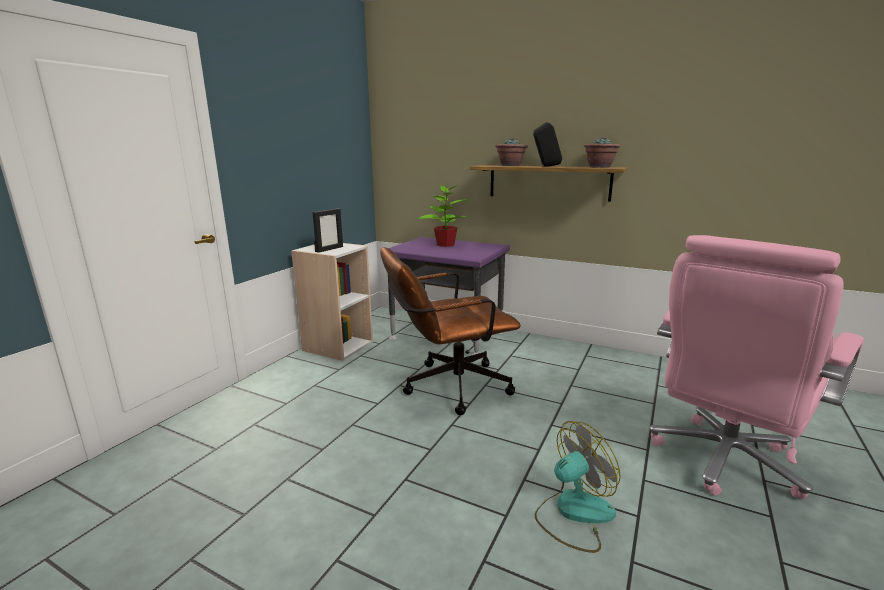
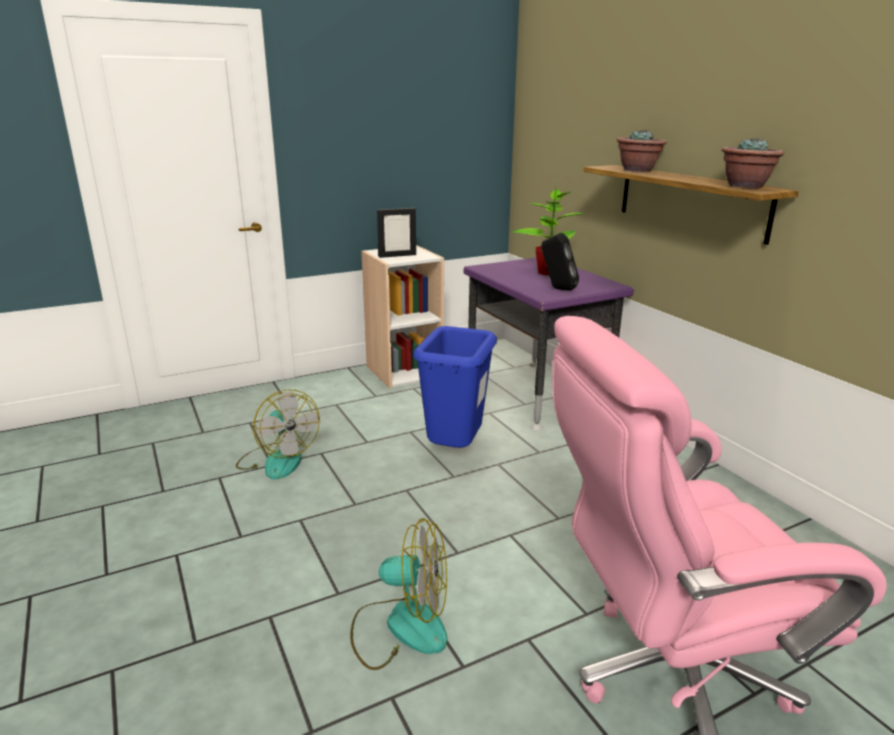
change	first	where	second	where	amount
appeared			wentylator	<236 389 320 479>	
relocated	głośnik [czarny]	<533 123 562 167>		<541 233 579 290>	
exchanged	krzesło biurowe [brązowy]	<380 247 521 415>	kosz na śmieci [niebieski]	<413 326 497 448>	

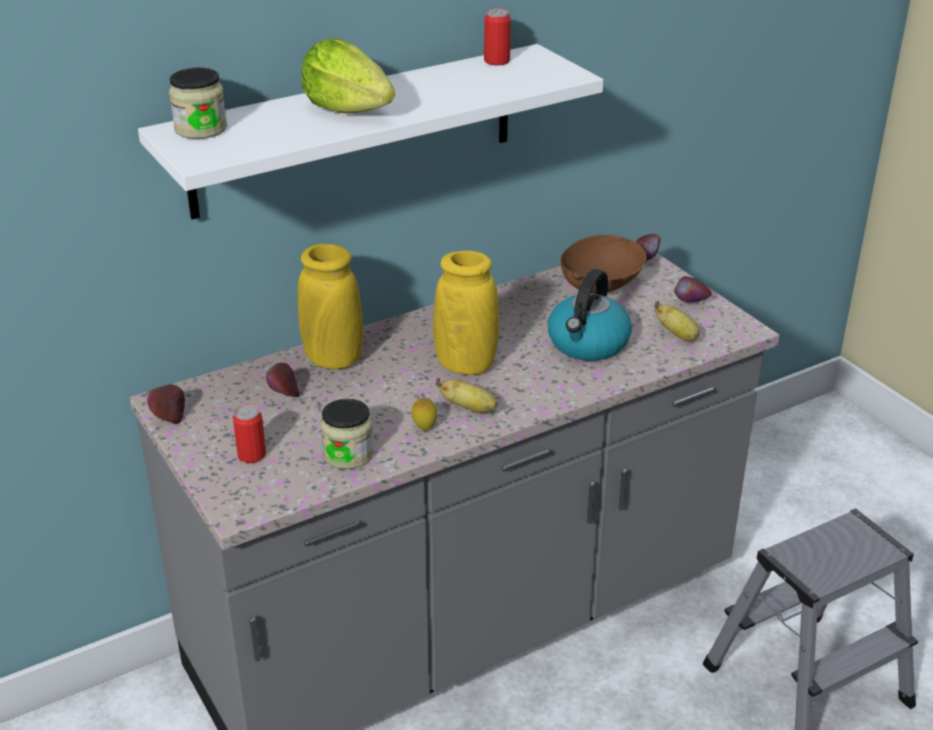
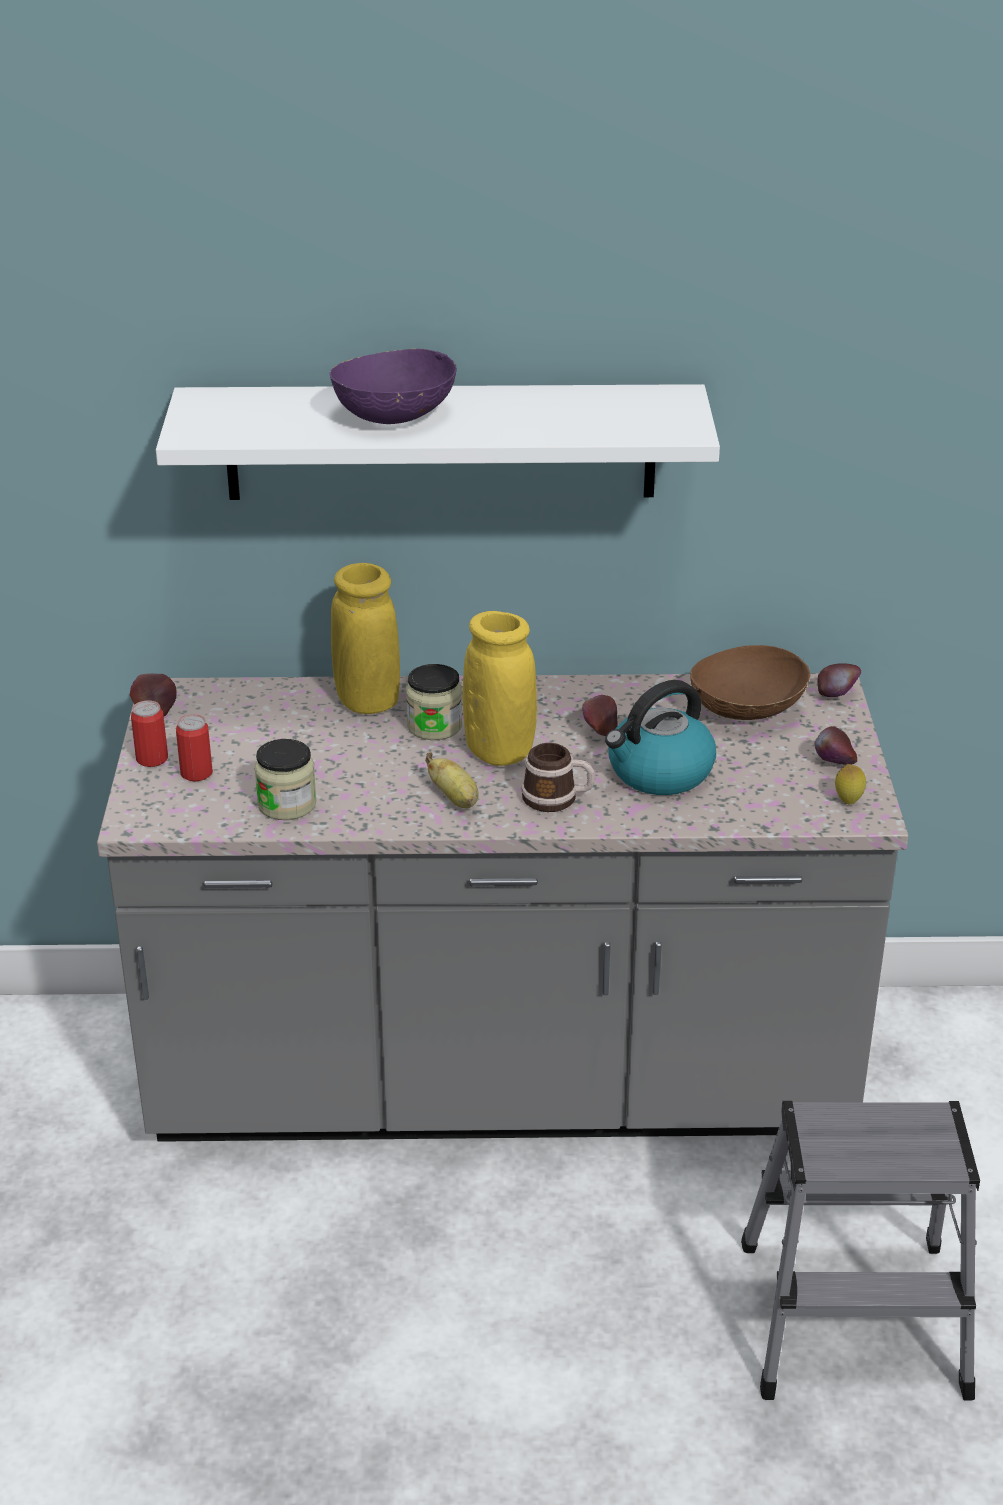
change	first	where	second	where	amount
missing	banan	<654 301 700 342>			
appeared			kubek	<521 743 595 812>	
relocated	słoik	<169 68 227 139>		<406 664 462 740>	
relocated	jabłko	<266 363 299 397>		<582 695 618 736>	
relocated	cytryna	<412 398 437 431>		<835 764 866 805>	
relocated	puszka	<484 9 511 65>		<131 700 168 767>	
exchanged	sałata	<302 38 395 113>	miska [fioletowy]	<329 349 457 424>	

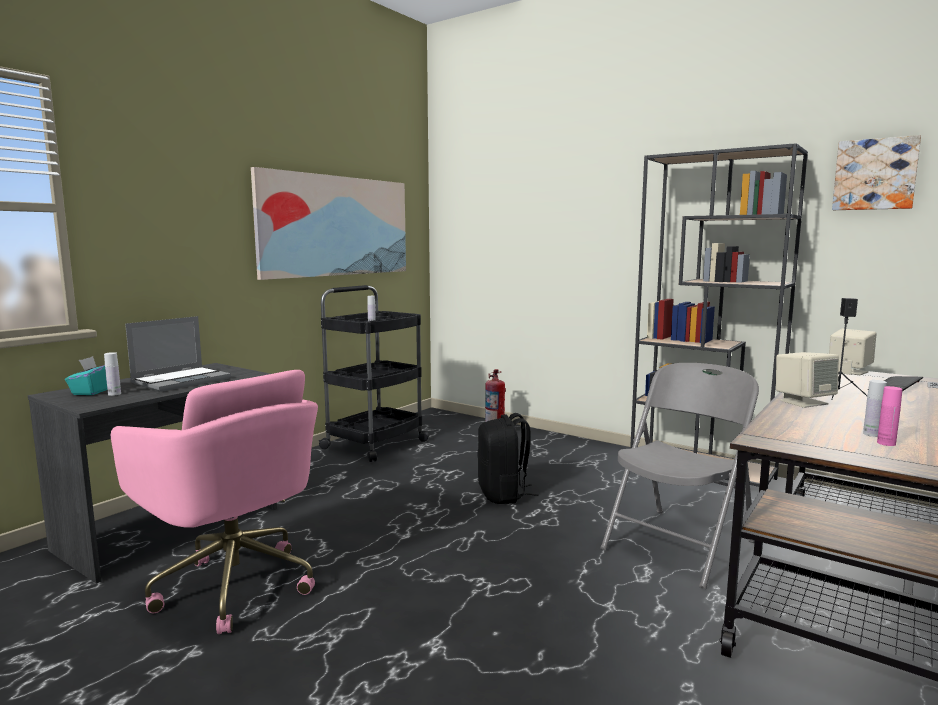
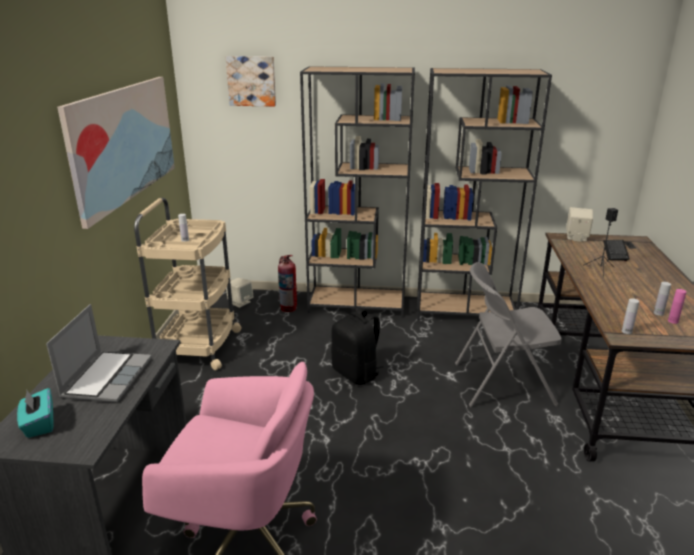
change	first	where	second	where	amount
appeared			regał	<300 66 415 318>	
relocated	butelka [biały]	<104 352 121 396>		<622 298 639 334>	
relocated	głośnik [beżowy]	<776 352 839 408>		<226 278 254 308>	
relocated	obraz	<832 135 921 210>		<226 56 276 107>	
colour	wózek [czarny]	<319 285 429 462>	wózek [beżowy]	<134 198 242 371>	
spun	krzesło [szary]	<600 363 759 590>		<455 262 562 408>	105 degrees counterclockwise

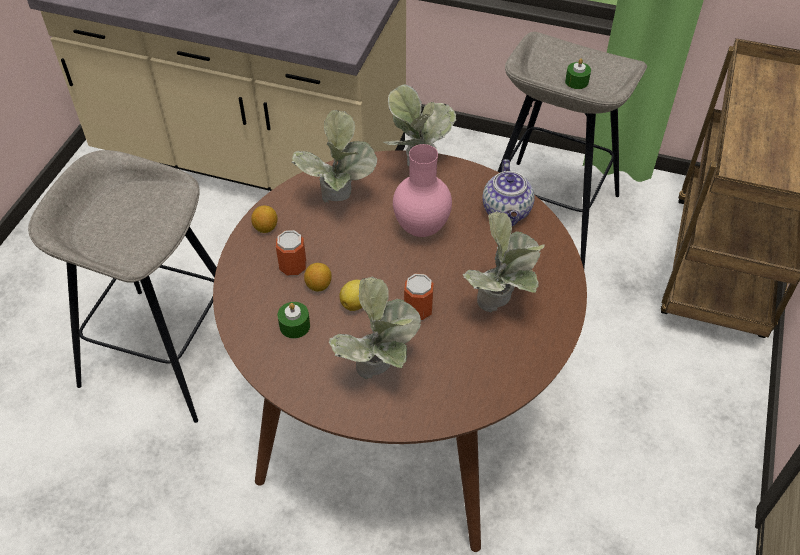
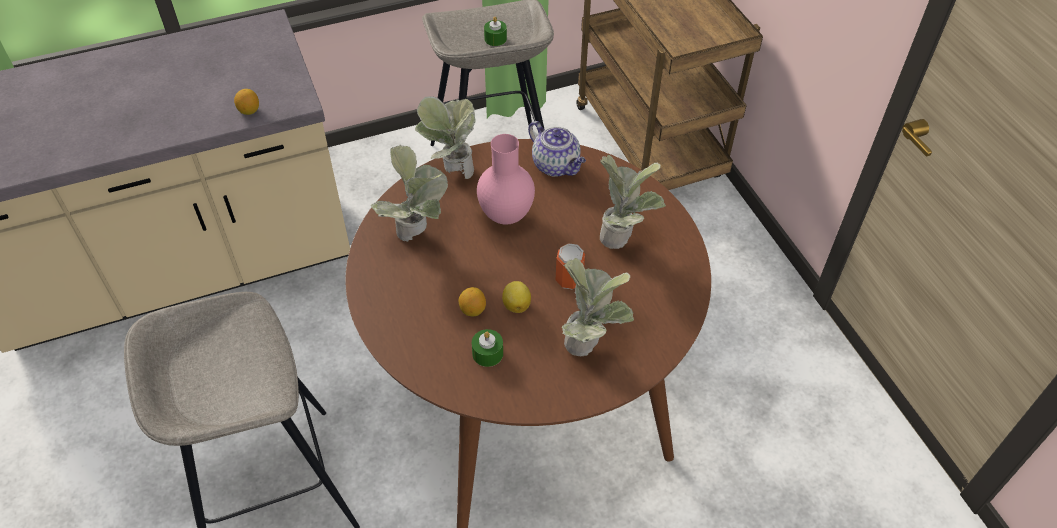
change	first	where	second	where	amount
missing	puszka	<276 230 306 276>			
relocated	cytryna	<251 206 277 233>		<234 89 259 115>	

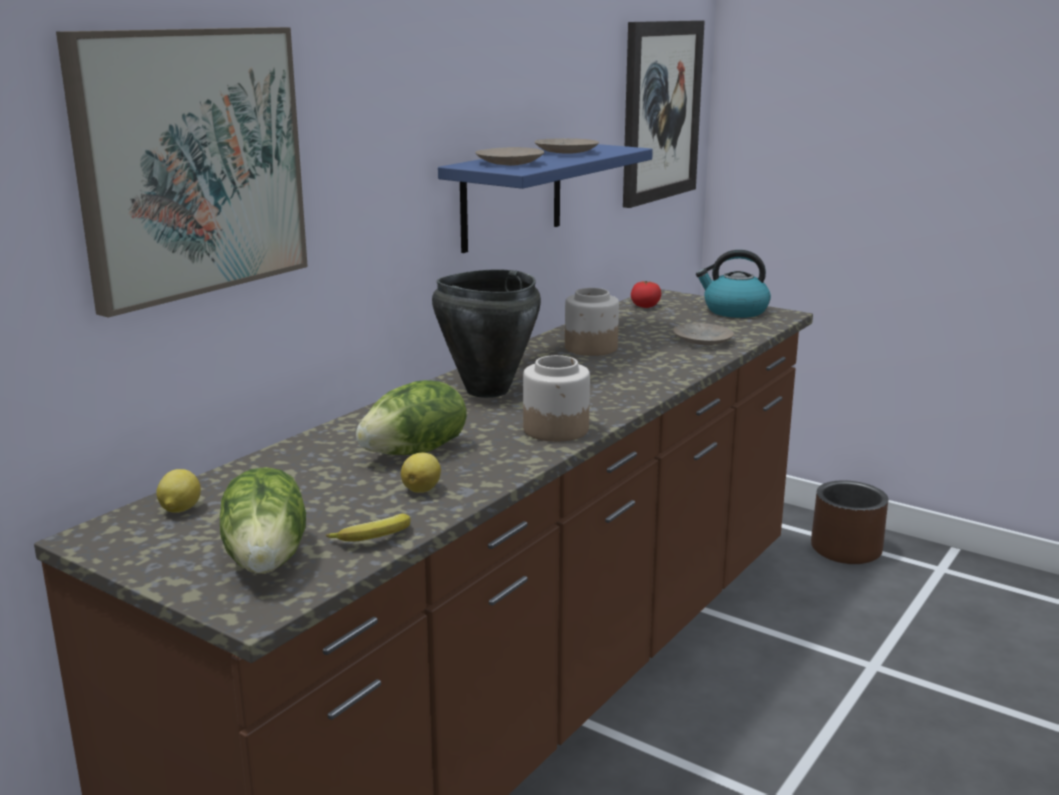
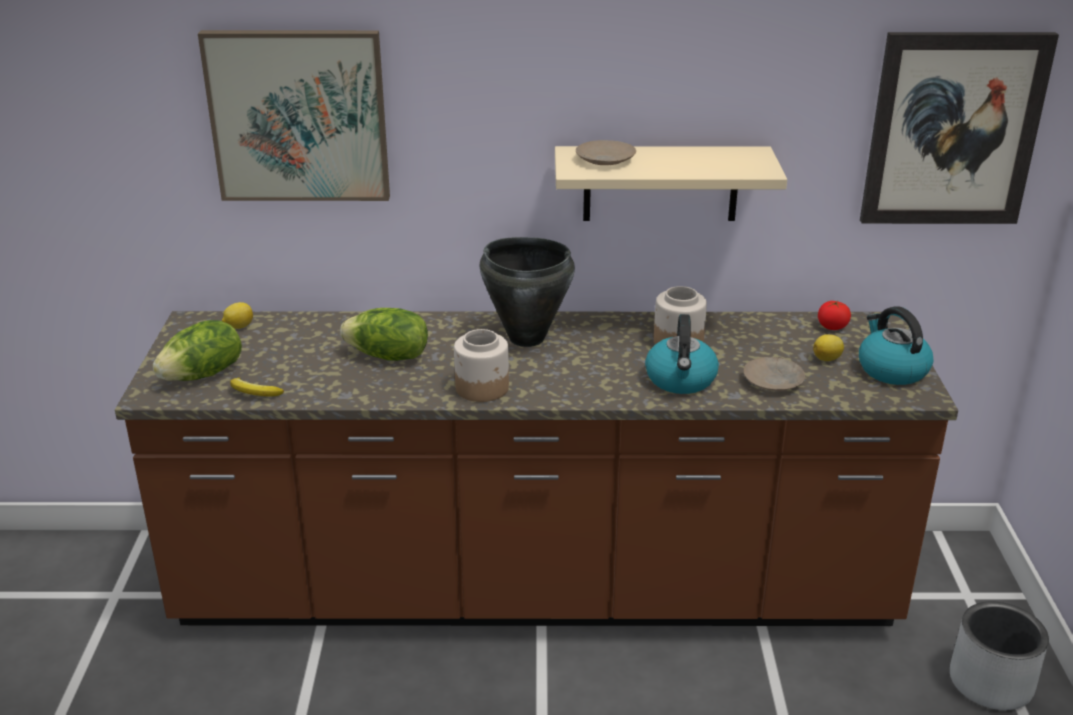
change	first	where	second	where	amount
missing	talerz [beżowy]	<535 138 599 154>			
appeared			czajnik	<645 314 719 394>	
relocated	cytryna	<401 453 441 493>		<813 334 844 361>	
colour	półka [niebieski]	<438 144 653 253>	półka [beżowy]	<555 146 787 221>	
colour	donica [brązowy]	<811 481 888 564>	donica [szary]	<950 602 1049 710>	

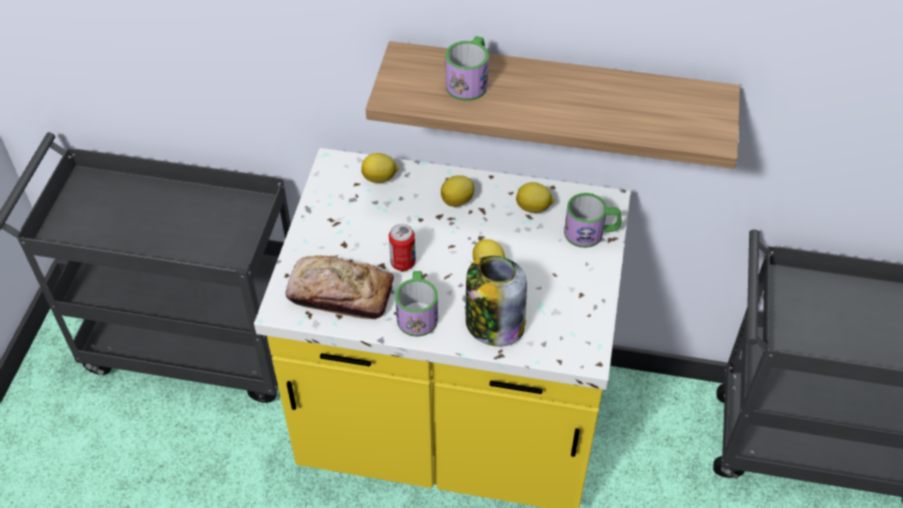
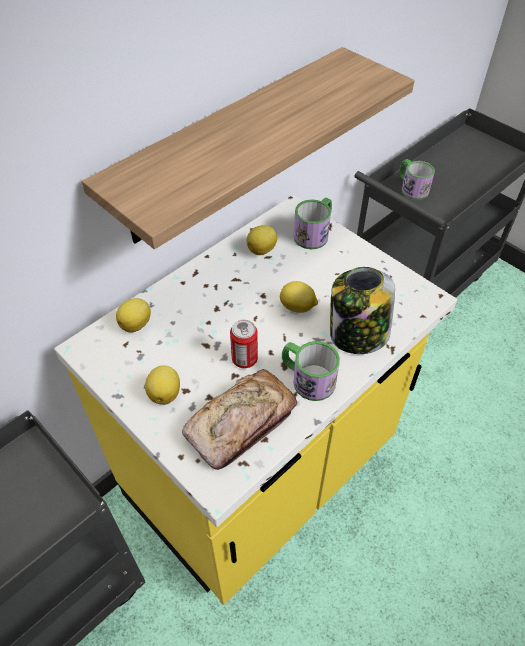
change	first	where	second	where	amount
relocated	cytryna	<441 175 474 207>		<145 366 180 405>	
relocated	kubek	<446 36 489 101>		<399 159 435 200>	

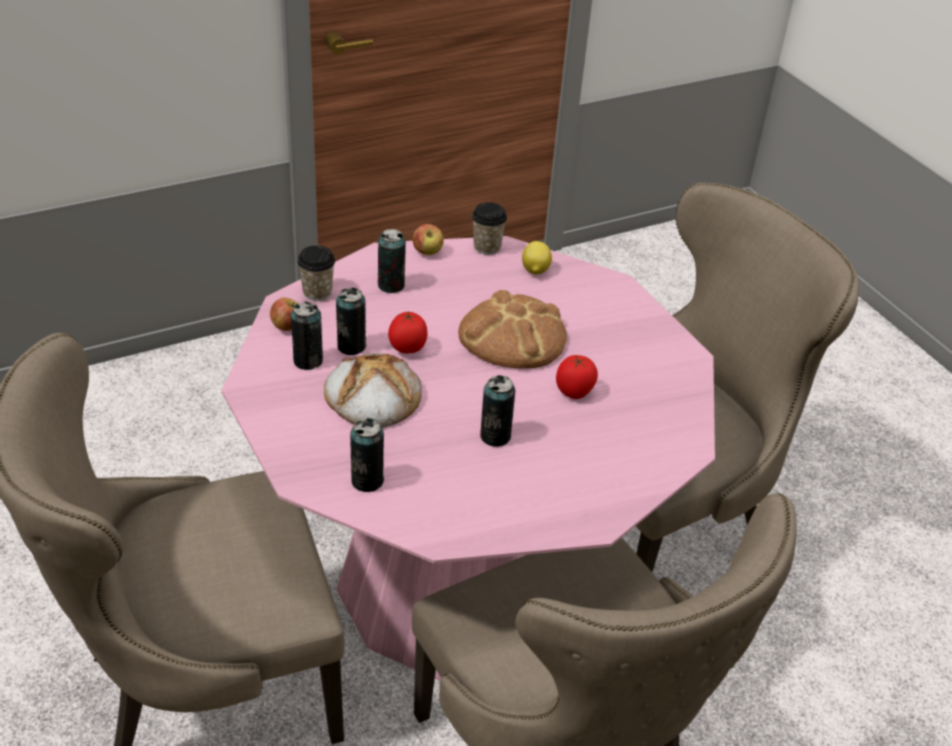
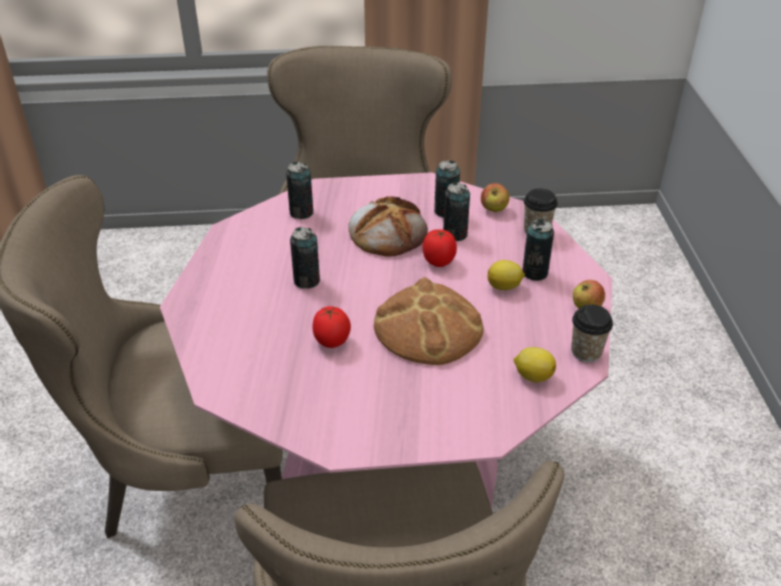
change	first	where	second	where	amount
appeared			cytryna	<488 260 525 290>	

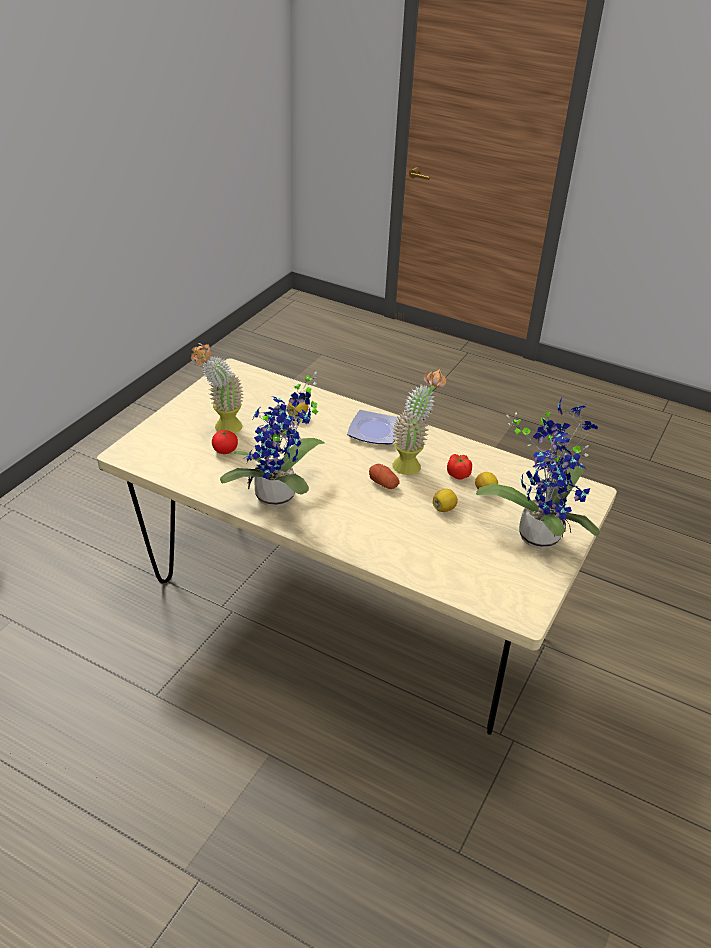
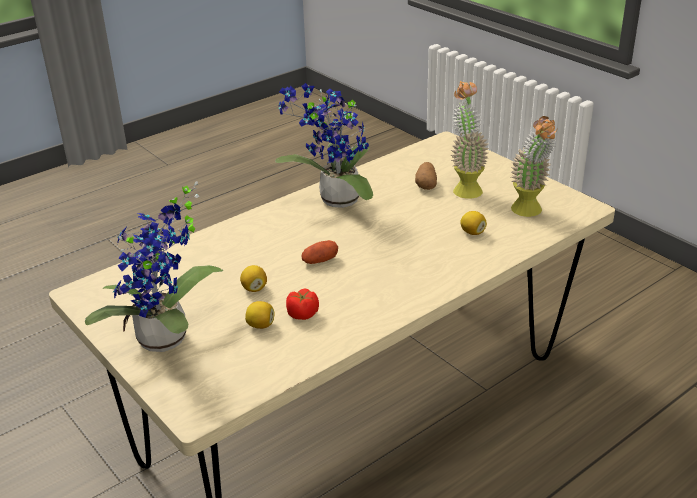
change	first	where	second	where	amount
missing	talerz	<347 410 401 445>			
relocated	roślina doniczkowa	<392 369 446 475>		<510 116 558 217>	
exchanged	pomidor	<212 430 238 454>	ziemniak	<415 162 437 190>	

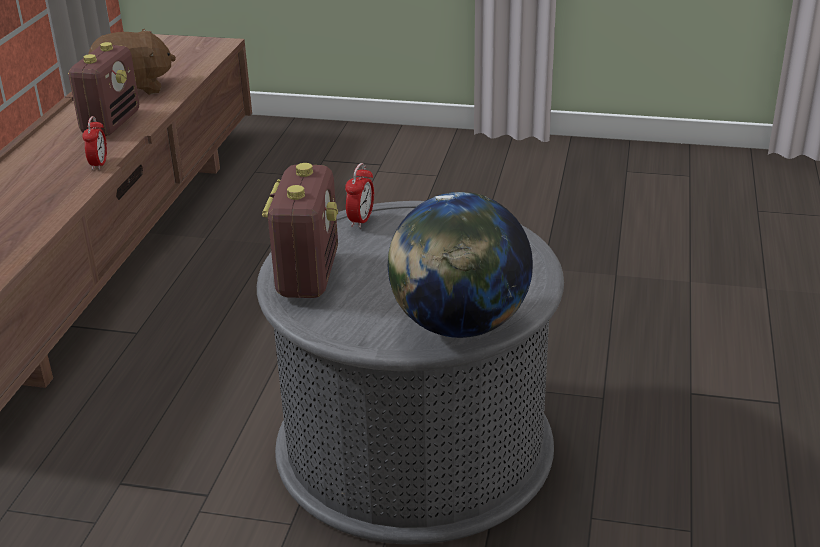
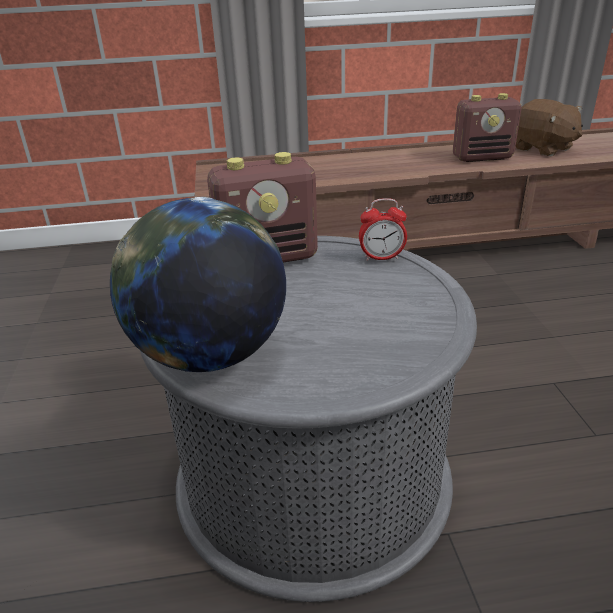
change	first	where	second	where	amount
missing	budzik	<82 116 107 170>			

